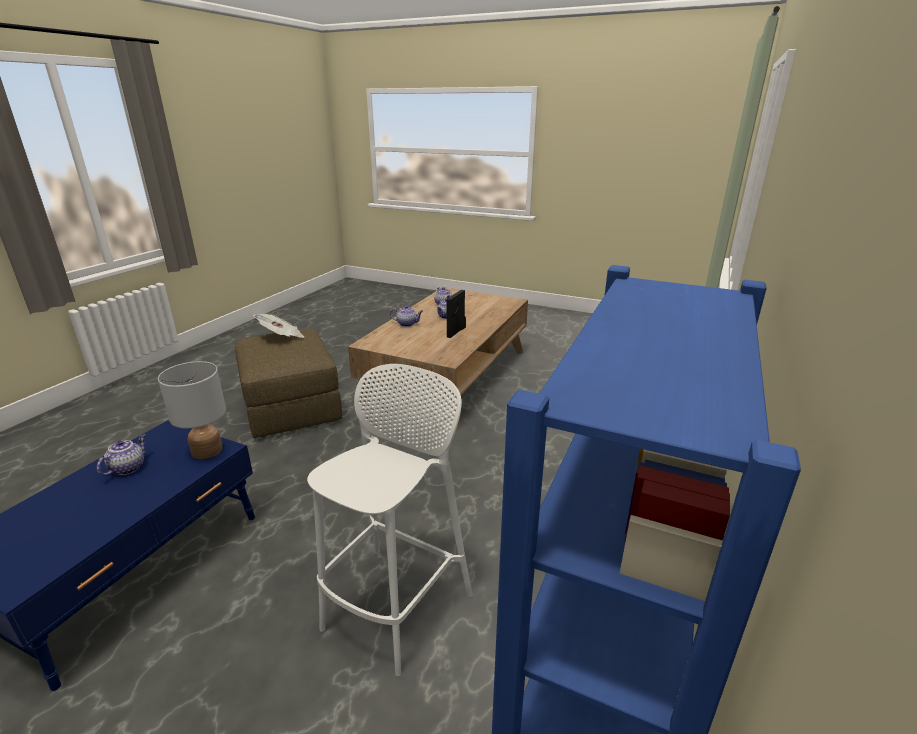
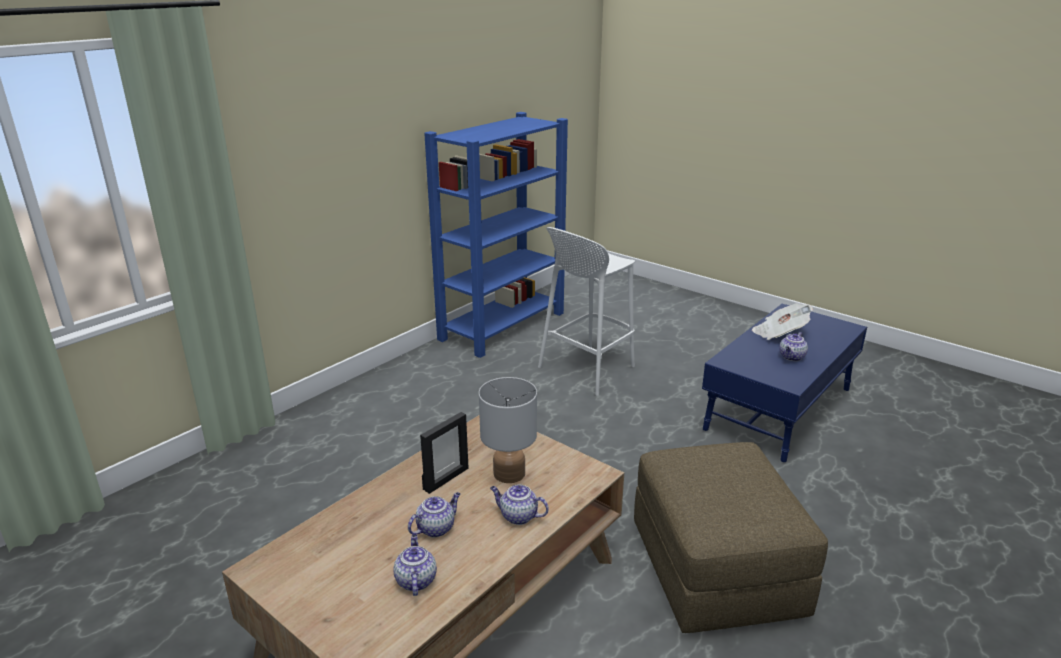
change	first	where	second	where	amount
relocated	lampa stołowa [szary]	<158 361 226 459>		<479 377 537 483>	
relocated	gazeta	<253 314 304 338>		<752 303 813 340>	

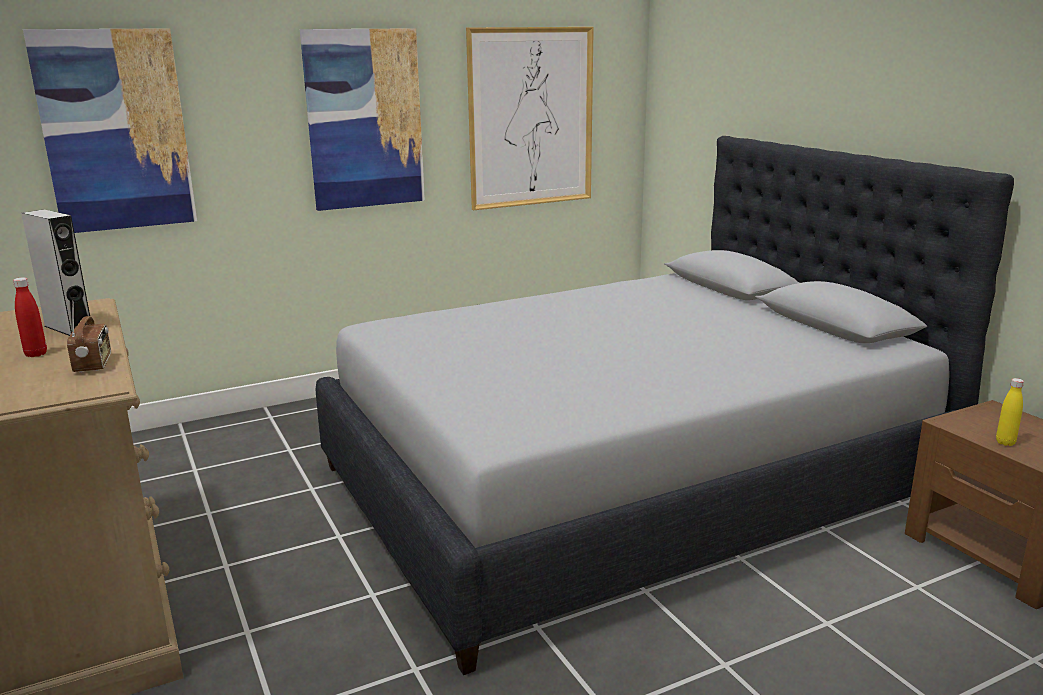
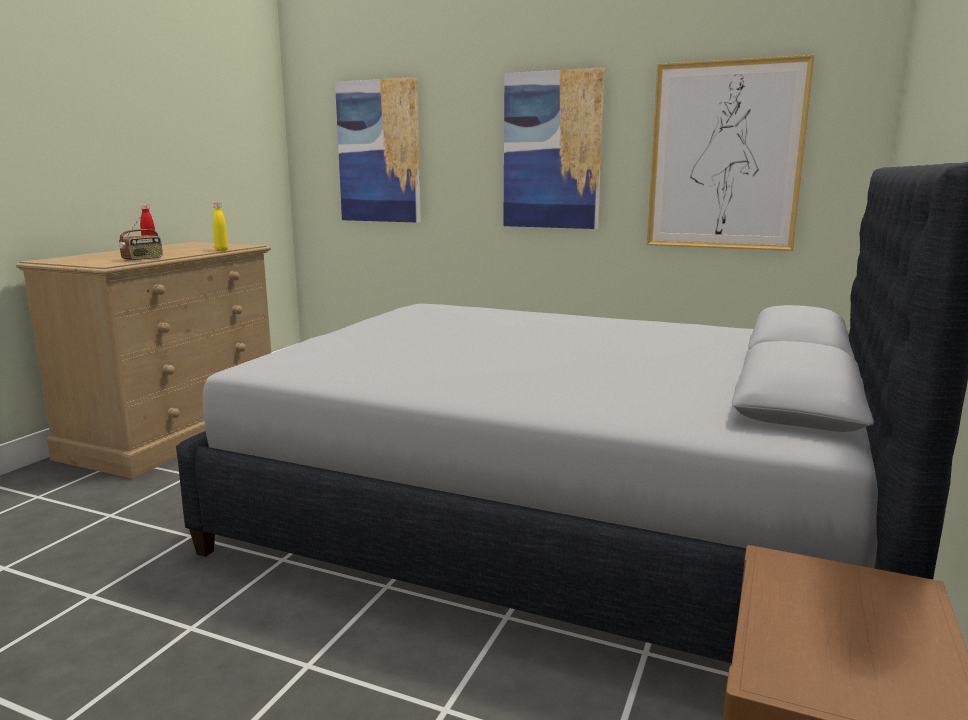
change	first	where	second	where	amount
missing	głośnik [szary]	<21 209 90 336>			
relocated	butelka [żółty]	<996 378 1024 446>		<213 203 228 251>	

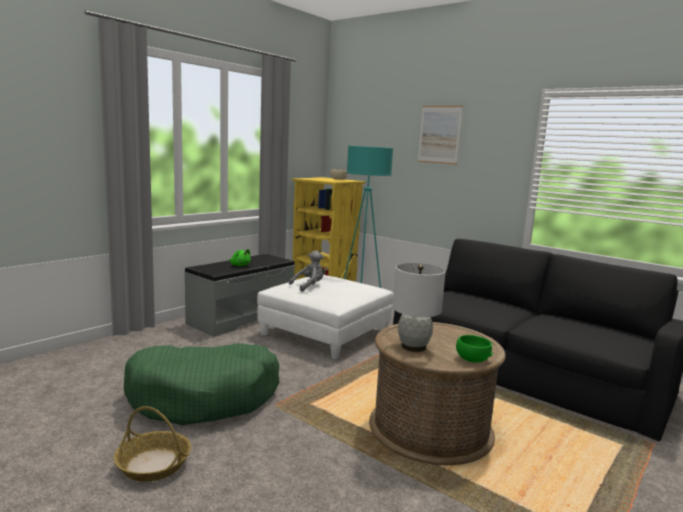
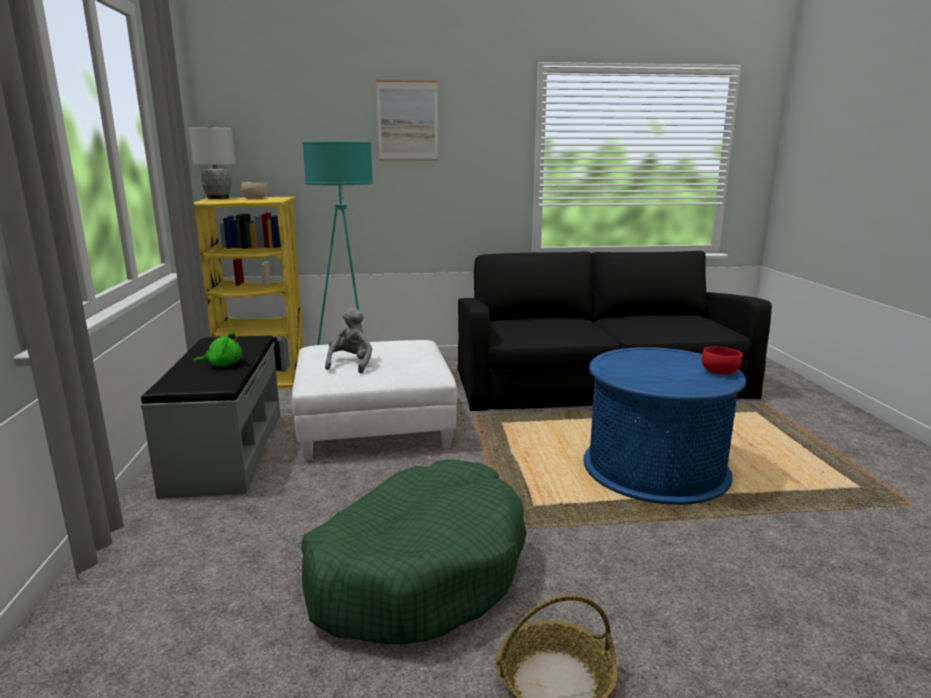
change	first	where	second	where	amount
relocated	lampa stołowa [biały]	<393 263 446 352>		<189 125 236 199>	
colour	ława [brązowy]	<369 322 506 465>	ława [niebieski]	<583 347 746 505>	
colour	miska [zielony]	<456 335 493 363>	miska [czerwony]	<702 347 743 375>	

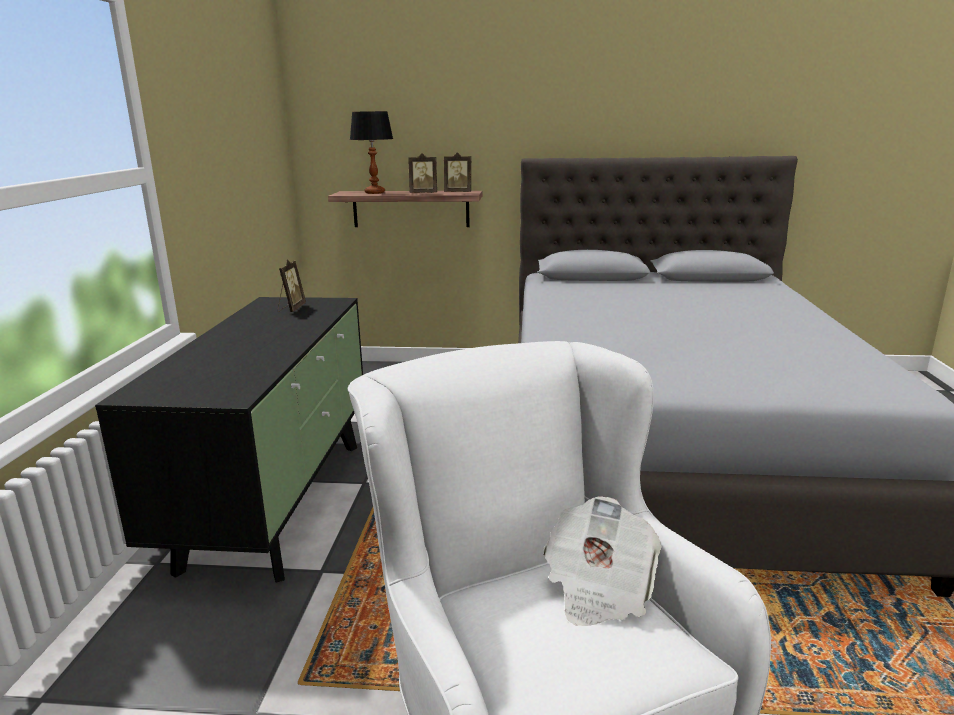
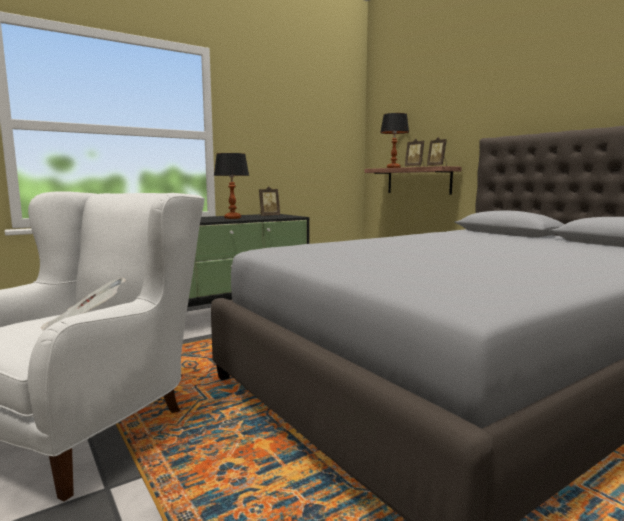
change	first	where	second	where	amount
appeared			lampa stołowa	<214 153 249 219>	

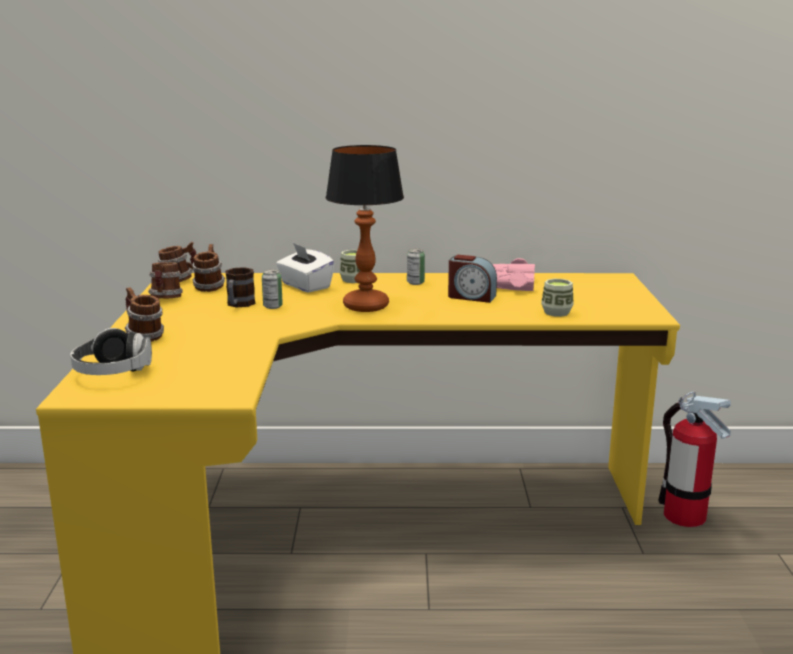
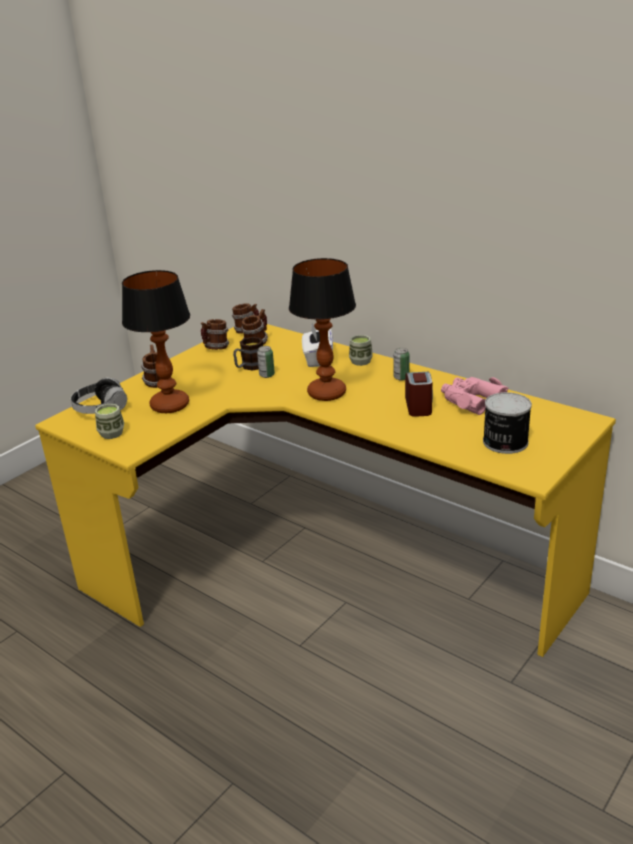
change	first	where	second	where	amount
missing	gaśnica	<658 391 731 527>			
appeared			lampa stołowa	<122 270 190 413>	
appeared			puszka	<483 392 532 454>	
relocated	filiżanka	<541 279 574 317>		<95 404 124 439>	
spun	budzik	<448 255 497 303>		<405 372 433 417>	150 degrees counterclockwise

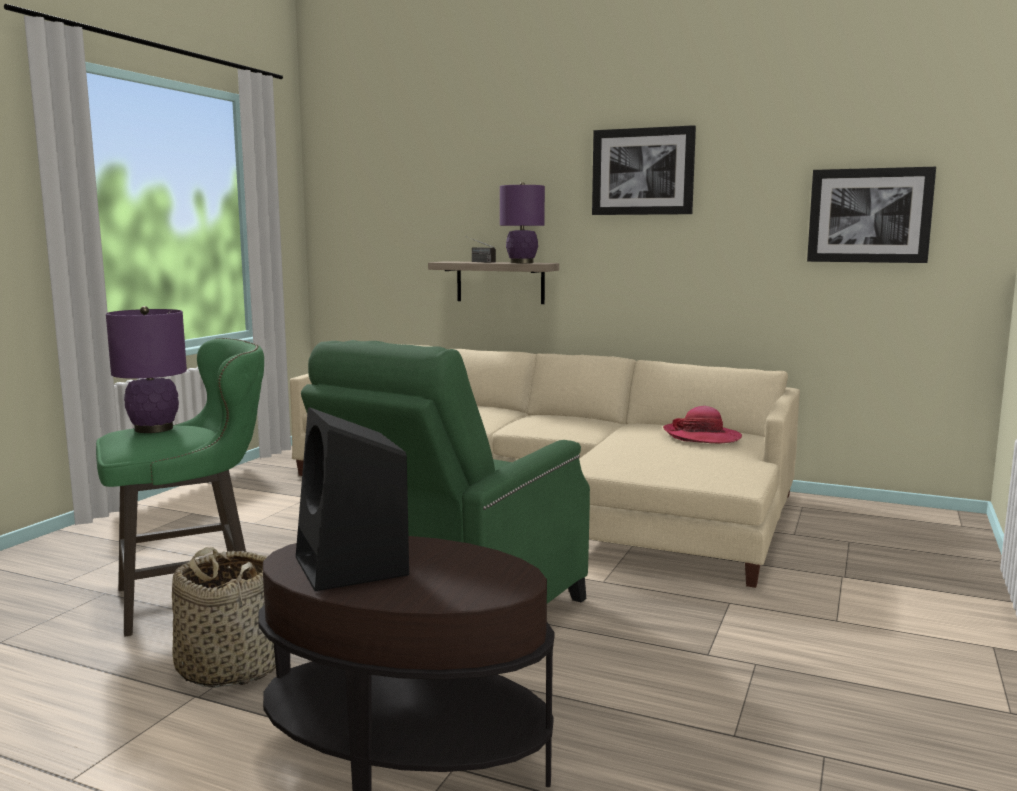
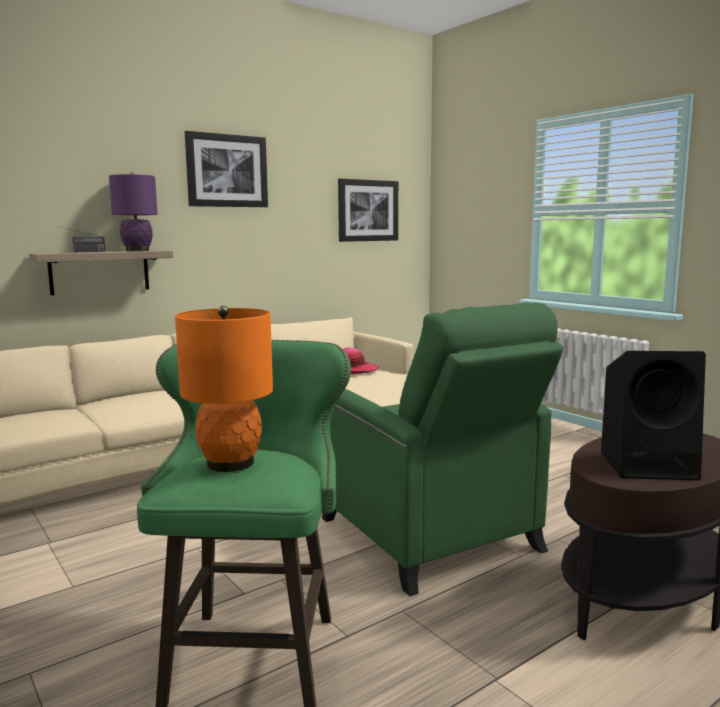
change	first	where	second	where	amount
missing	koszyk	<172 547 276 688>			
colour	lampa stołowa [fioletowy]	<106 306 187 433>	lampa stołowa [pomarańczowy]	<175 306 273 472>	

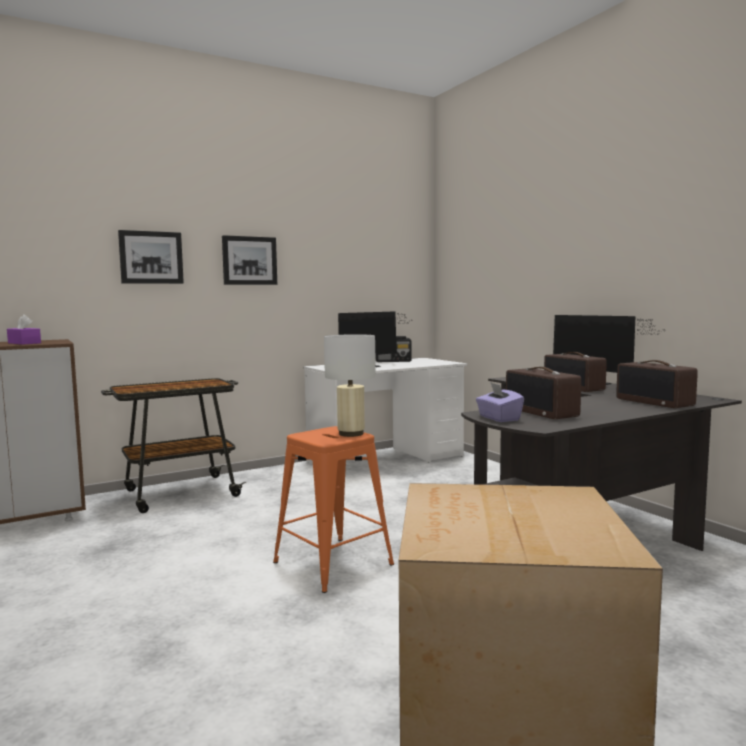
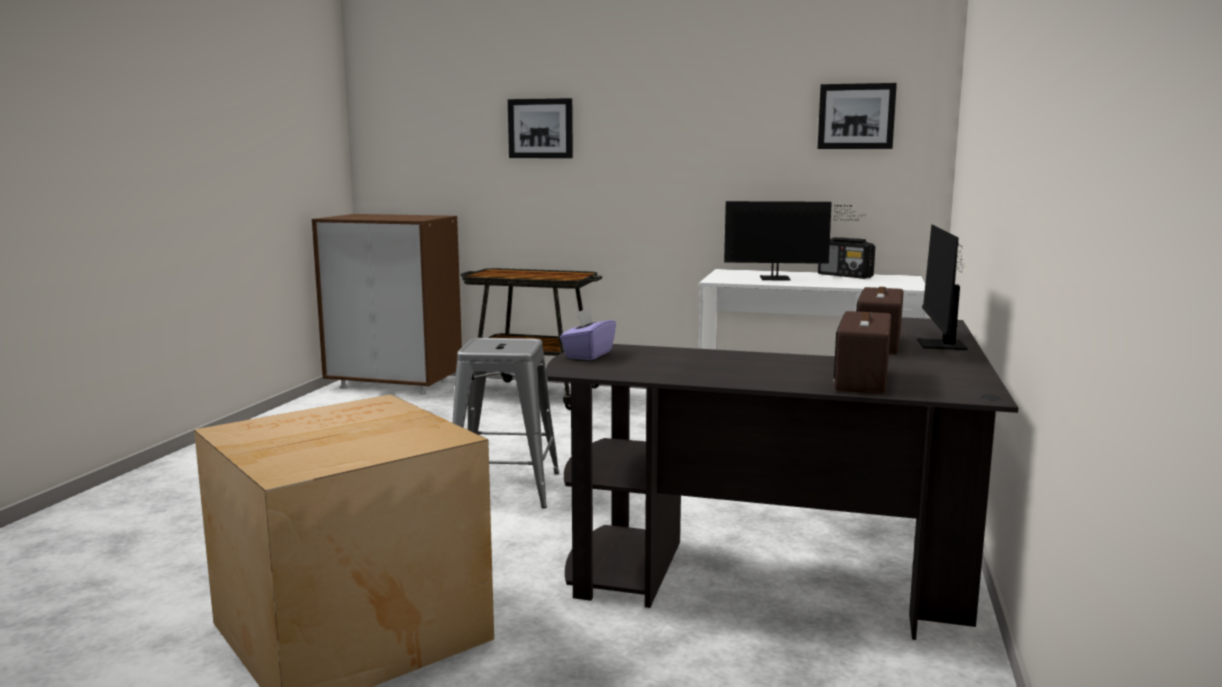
change	first	where	second	where	amount
missing	pudełko chusteczek [fioletowy]	<7 314 41 345>			
missing	lampa stołowa [biały]	<324 334 376 437>			
missing	radio	<506 367 581 419>			
relocated	obraz	<222 235 277 285>		<818 83 897 149>	
colour	stołek [pomarańczowy]	<273 426 394 593>	stołek [szary]	<452 338 559 508>	

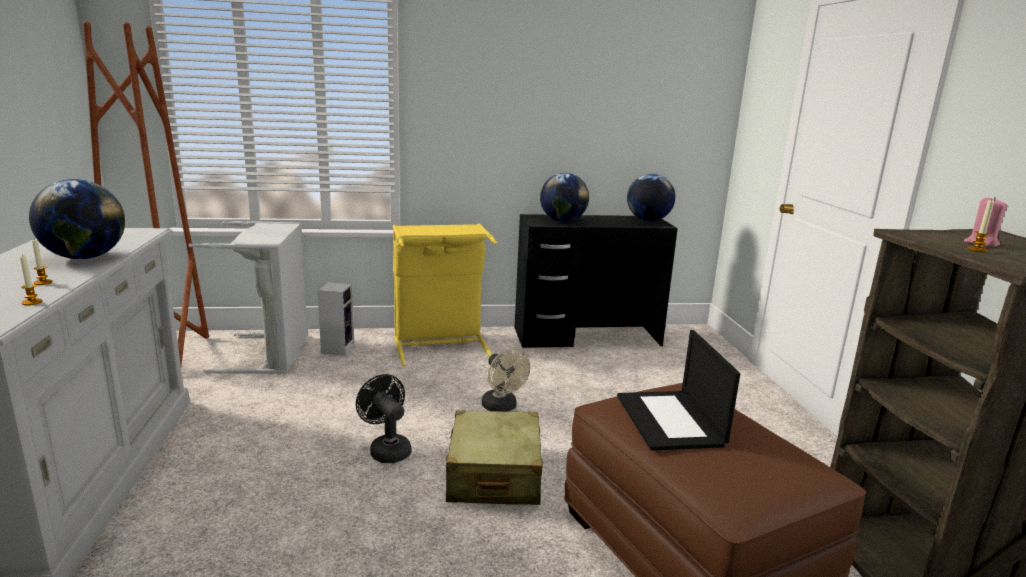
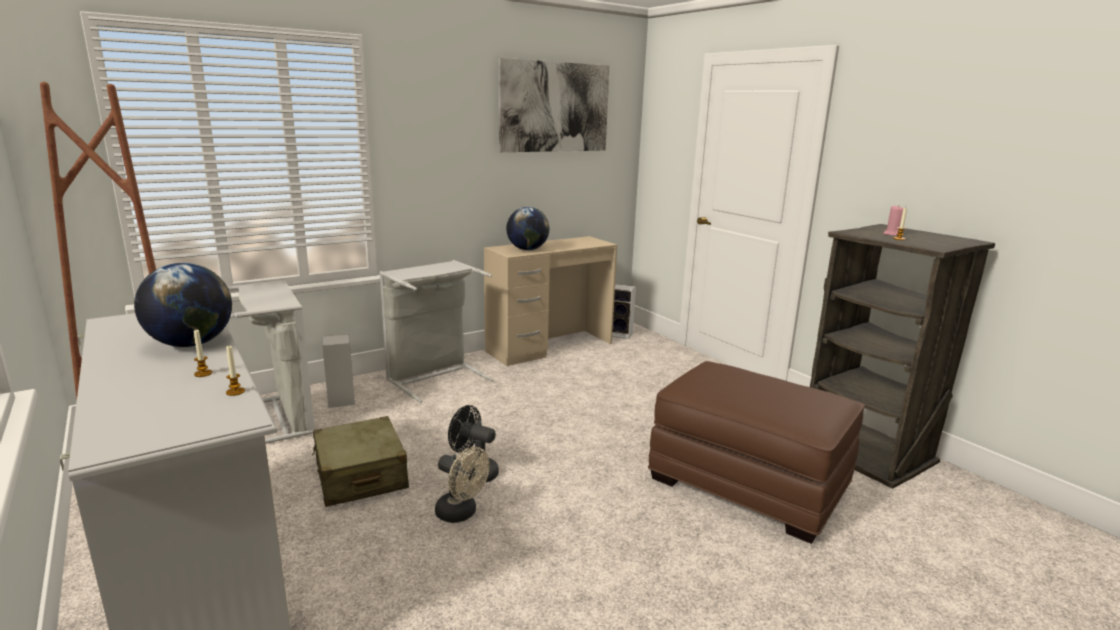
change	first	where	second	where	amount
missing	laptop	<617 330 740 451>			
missing	globus	<627 174 675 221>			
appeared			obraz	<499 58 610 152>	
appeared			głośnik	<612 284 636 339>	
relocated	walizka [beżowy]	<446 410 543 505>		<312 416 409 507>	
relocated	wentylator [beżowy]	<482 349 530 412>		<435 447 490 523>	
colour	kosz na pranie [żółty]	<393 223 497 366>	kosz na pranie [szary]	<379 260 493 403>	
colour	biurko [czarny]	<515 214 678 348>	biurko [beżowy]	<484 236 617 366>	

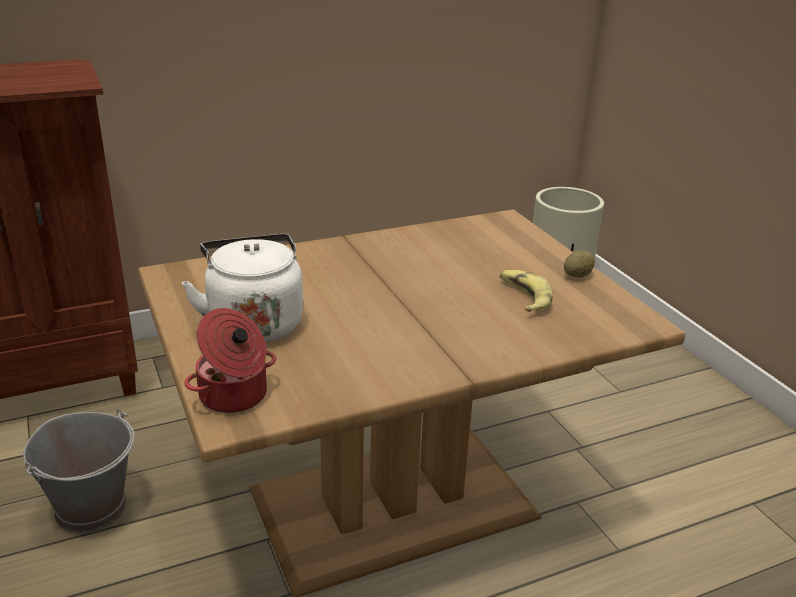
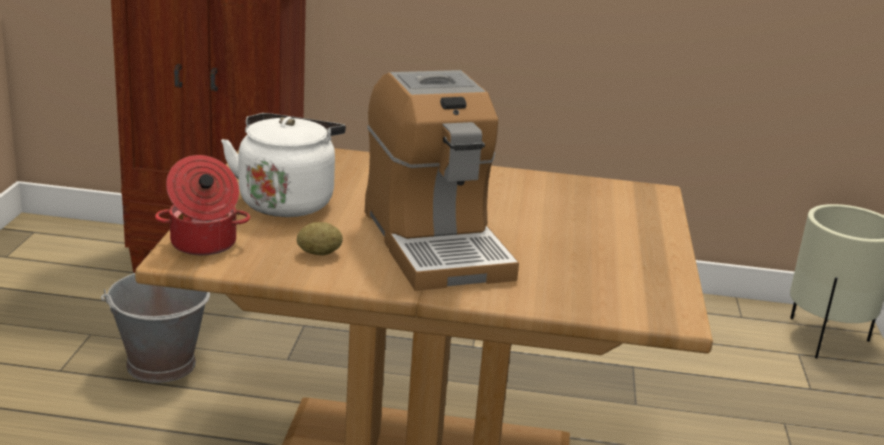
change	first	where	second	where	amount
missing	banan	<500 270 553 312>			
appeared			ekspres do kawy	<365 70 519 291>	
relocated	ziemniak	<564 250 595 277>		<297 222 343 255>	

